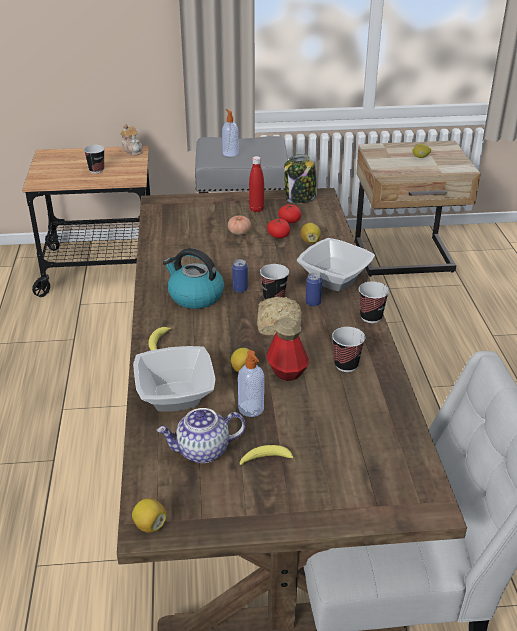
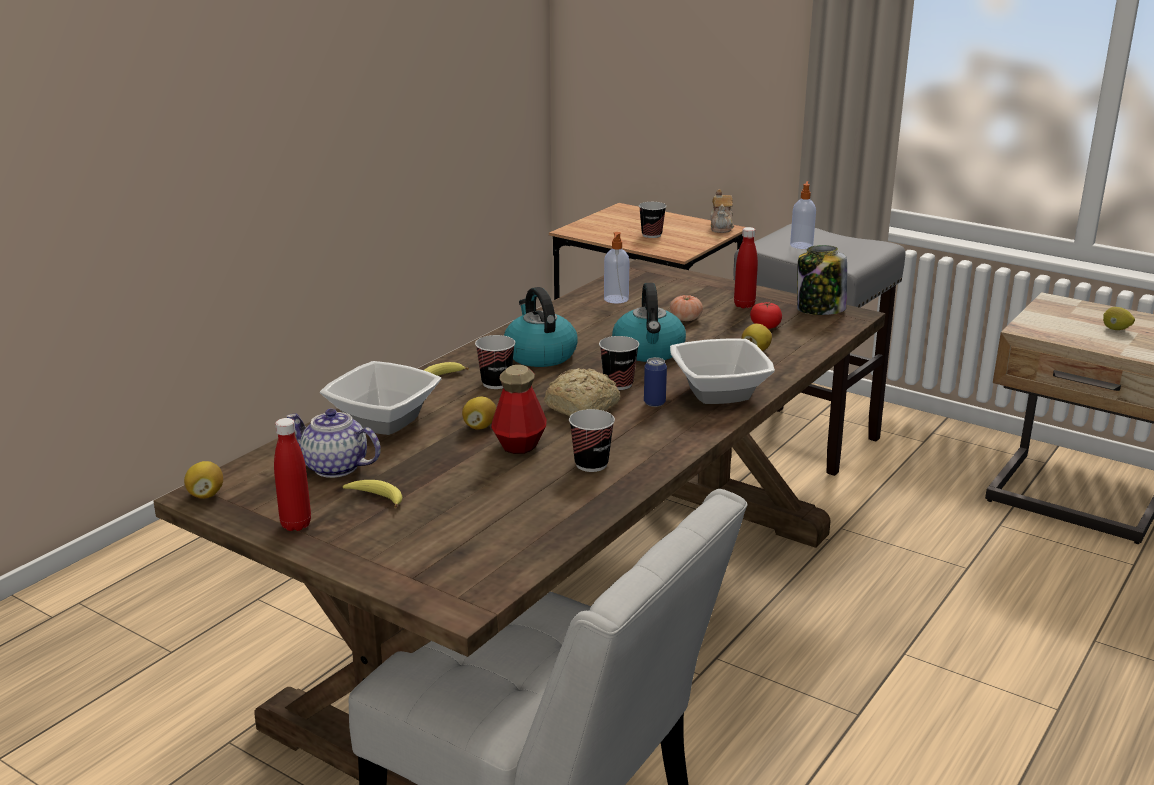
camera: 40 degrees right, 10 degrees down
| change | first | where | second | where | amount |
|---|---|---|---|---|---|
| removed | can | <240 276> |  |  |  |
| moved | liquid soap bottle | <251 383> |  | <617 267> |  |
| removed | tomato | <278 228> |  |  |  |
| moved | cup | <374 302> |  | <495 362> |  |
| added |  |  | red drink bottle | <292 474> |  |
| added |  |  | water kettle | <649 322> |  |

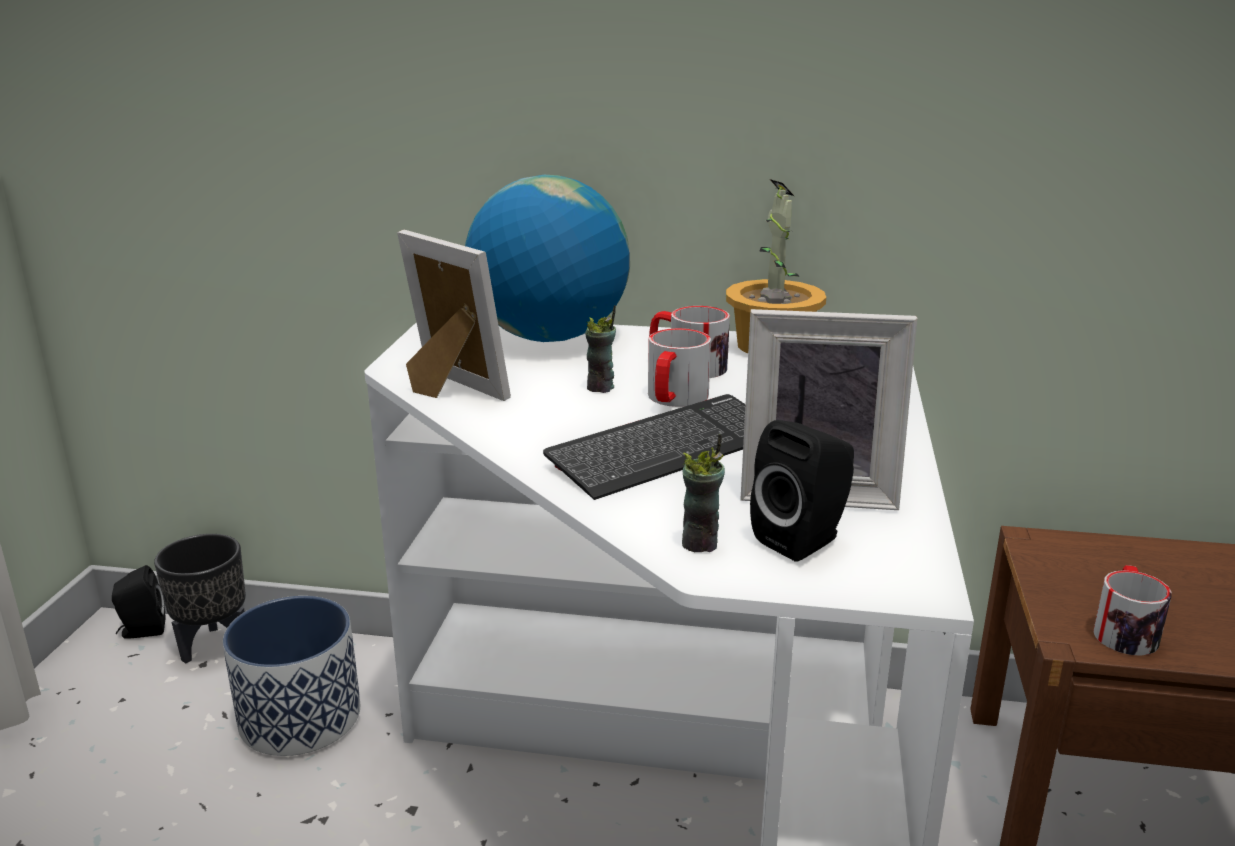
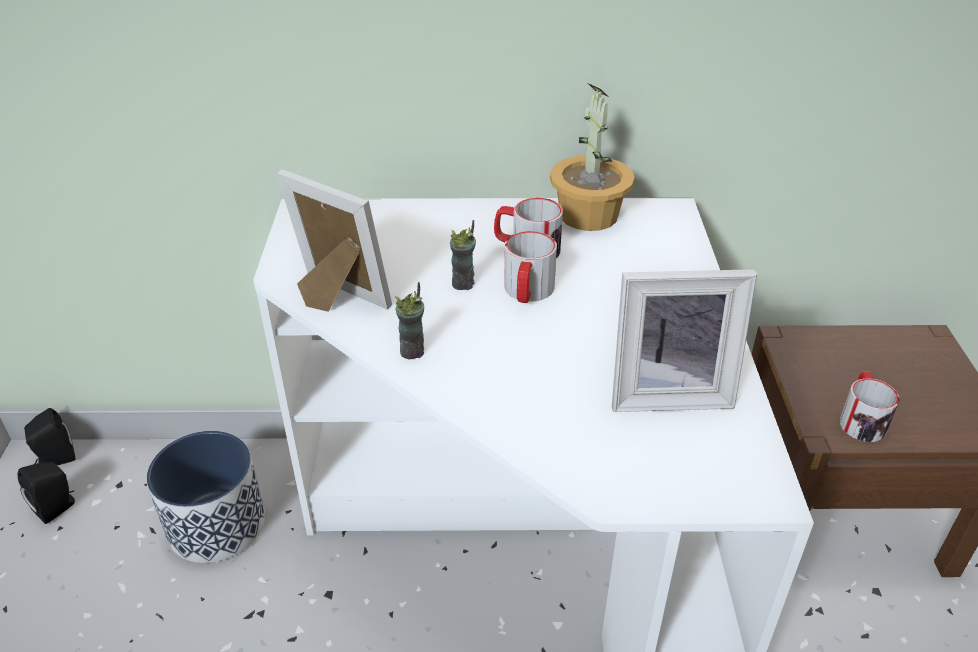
camera: 10 degrees left, 15 degrees up
| change | first | where | second | where | amount |
|---|---|---|---|---|---|
| removed | blackish flower pot | <200 598> |  |  |  |
| removed | desk globe | <547 258> |  |  |  |
| removed | computer keyboard | <644 447> |  |  |  |
| moved | cup | <703 493> |  | <409 320> |  |
| moved | blackish speaker | <802 491> |  | <46 493> |  |

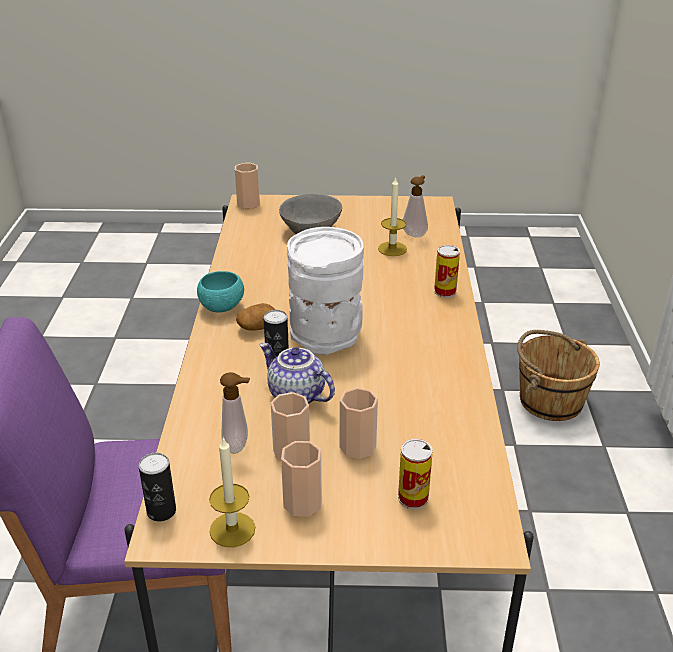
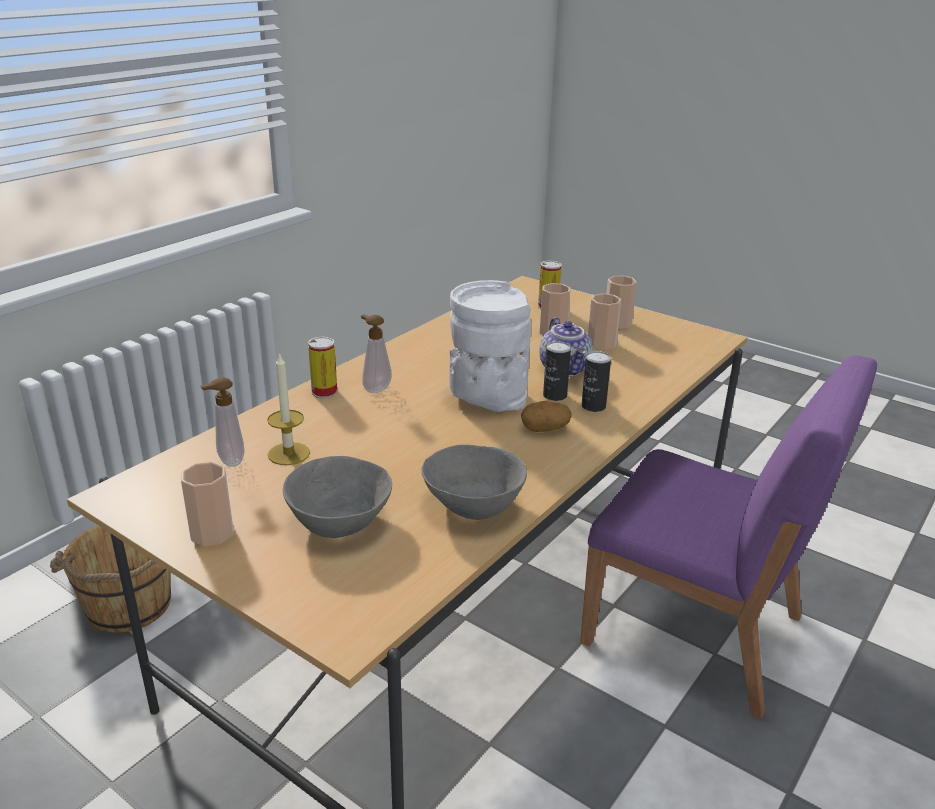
camera: 145 degrees left, 5 degrees down
| change | first | where | second | where | amount |
|---|---|---|---|---|---|
| moved | can | <157 487> |  | <596 381> |  |
| removed | turquoise deep dish | <220 292> |  |  |  |
| removed | candle | <232 492> |  |  |  |
| moved | liquid soap bottle | <235 413> |  | <376 353> |  |
| moved | cup | <247 186> |  | <207 504> |  |
| added |  |  | gray deep dish | <474 482> |  |

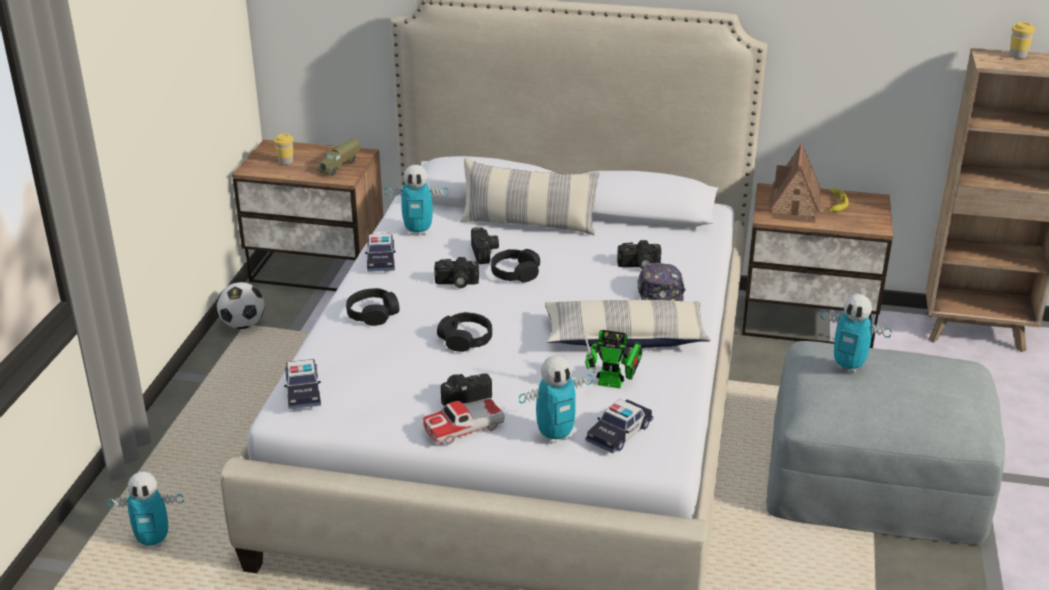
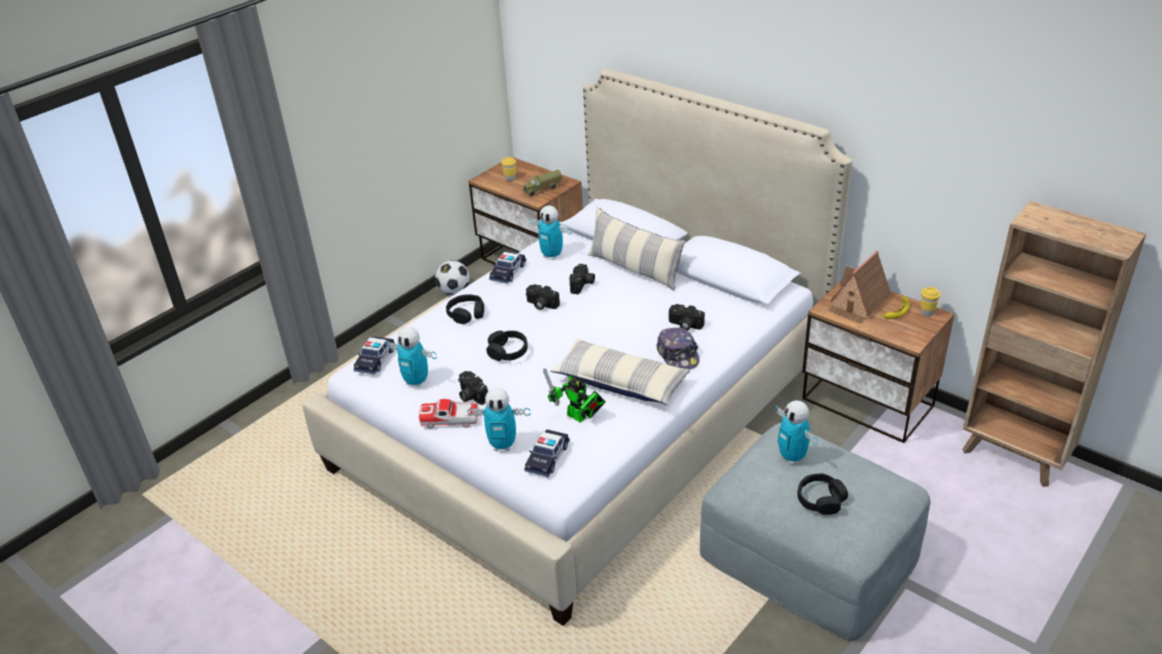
camera: 30 degrees right, 5 degrees up
| change | first | where | second | where | amount |
|---|---|---|---|---|---|
| moved | robot figure | <145 509> |  | <411 357> |  |
| turned | photo camera | <466 390> |  | <473 388> | 135 degrees counterclockwise |
| moved | blackish headset | <515 265> |  | <823 494> |  |
| turned | miniature car | <619 426> |  | <547 453> | 45 degrees counterclockwise |
| turned | baseball cap | <662 282> |  | <677 349> | 45 degrees counterclockwise |
| moved | yellow-coloured cup | <1022 40> |  | <930 302> |  |

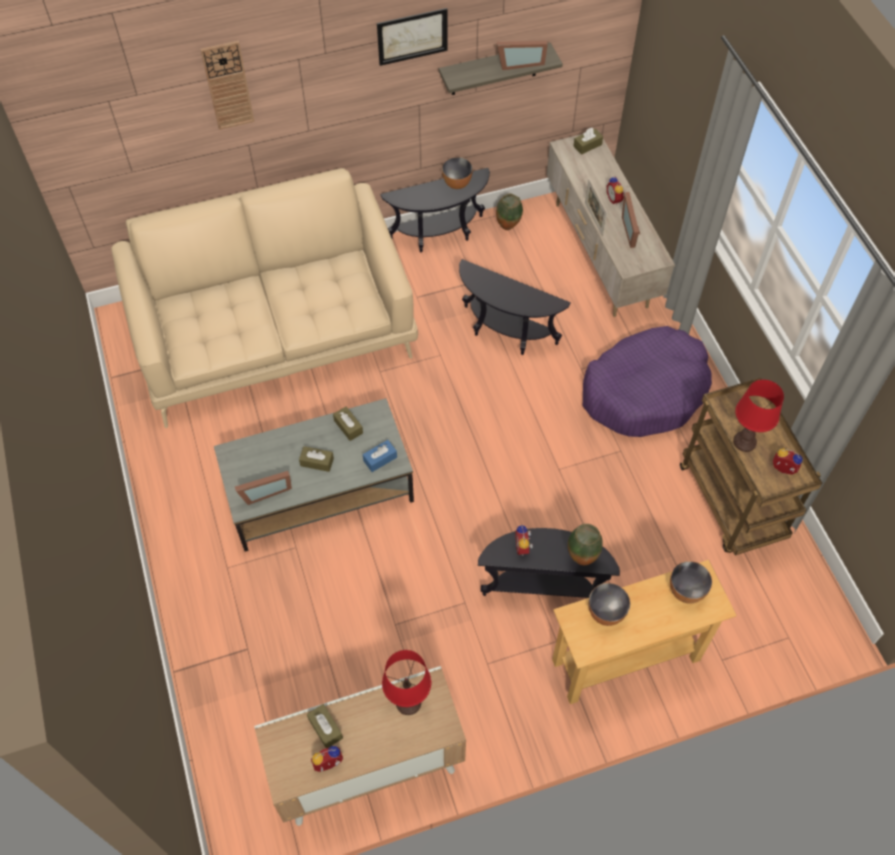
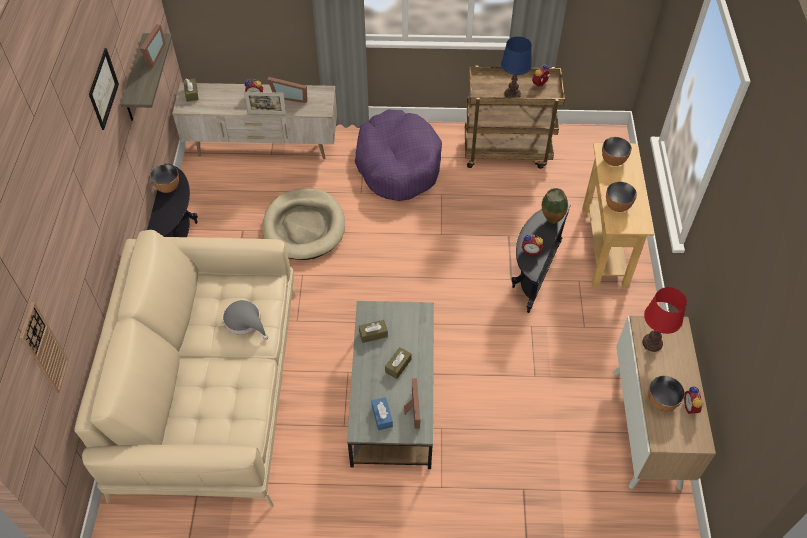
camera: 70 degrees left, 5 degrees down
| change | first | where | second | where | amount |
|---|---|---|---|---|---|
| moved | wall clock | <227 85> |  | <44 348> |  |
| replaced | brown box of tissues | <325 726> | deep dish | <666 394> |  |
| moved | blue-coloured box of tissues | <380 456> |  | <382 413> |  |
| replaced | blackish side table | <515 307> | beige-coloured pet bed | <303 224> |  |
| removed | decorative vase | <509 211> |  |  |  |
| recoloured | red lamp for a table | <758 415> | blue-coloured lamp for a table | <516 67> |  |
| added |  |  | gray clothing hat | <245 320> |  |

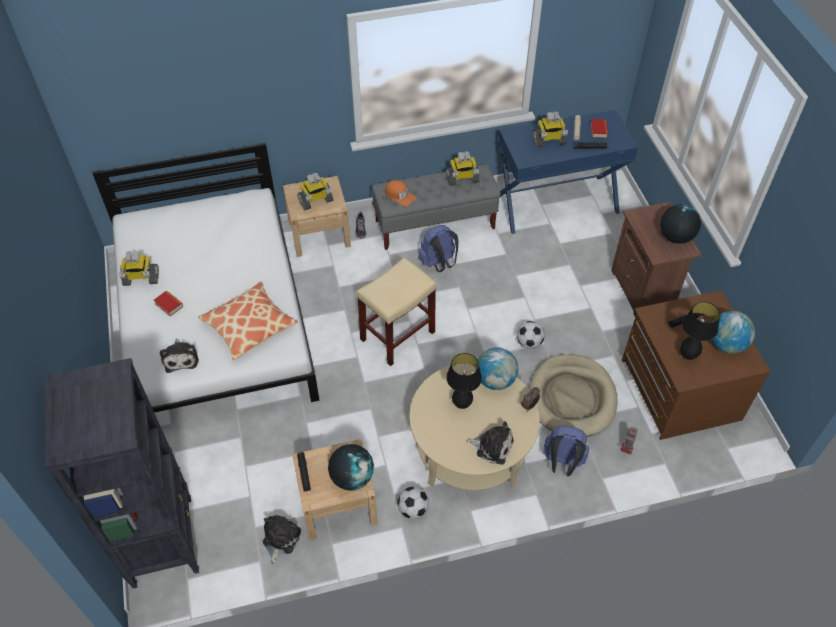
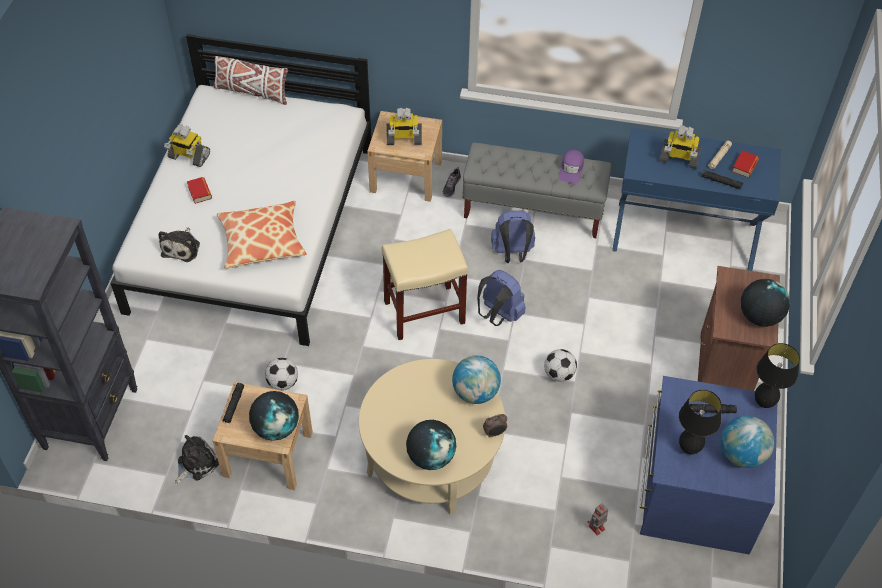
camera: 25 degrees right, 0 degrees up
| change | first | where | second | where | amount |
|---|---|---|---|---|---|
| removed | orangey baseball cap | <400 193> |  |  |  |
| moved | football | <413 503> |  | <281 374> |  |
| replaced | robot figure | <462 168> | purplish baseball cap | <571 166> |  |
| moved | blackish lamp for a table | <464 381> |  | <777 375> |  |
| replaced | cuddly toy | <490 443> | desk globe | <431 445> |  |
| removed | beige-coloured pet bed | <573 395> |  |  |  |
| moved | blue-coloured knapsack | <566 451> |  | <501 298> |  |
| recoloured | brown chest of drawers | <696 365> | blue-coloured chest of drawers | <708 465> |  |
| added |  |  | white-coloured pillow | <251 80> |  |

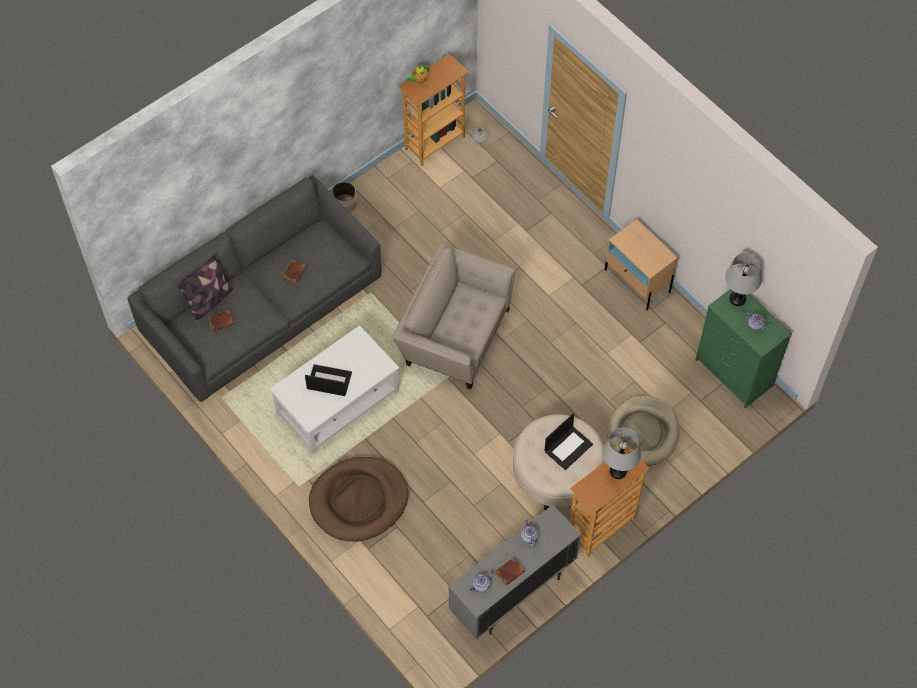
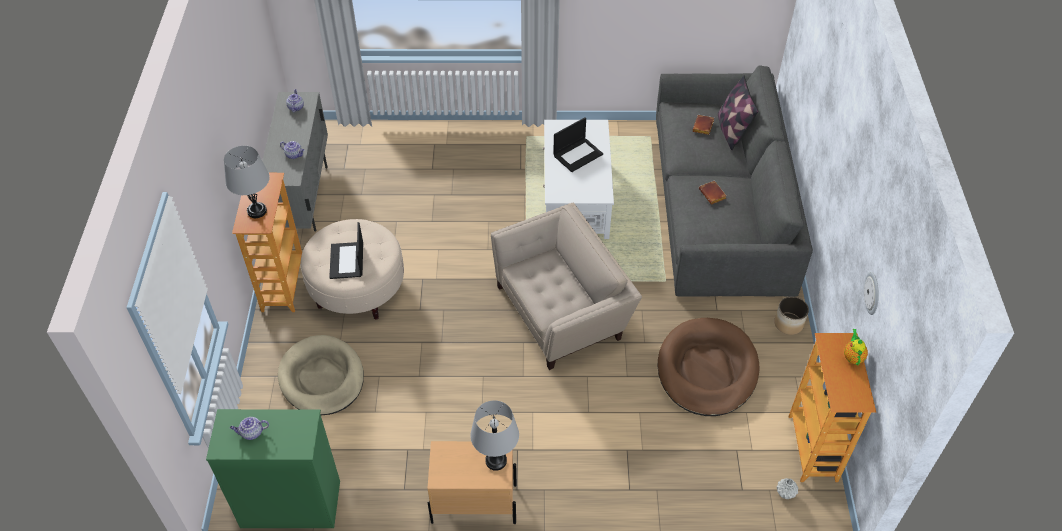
camera: 130 degrees right, 10 degrees down
| change | first | where | second | where | amount |
|---|---|---|---|---|---|
| moved | brown pet bed | <358 499> |  | <709 367> |  |
| removed | brown book | <510 571> |  |  |  |
| moved | gray lamp for a table | <743 279> |  | <494 435> |  |
| added |  |  | wall clock | <871 293> |  |

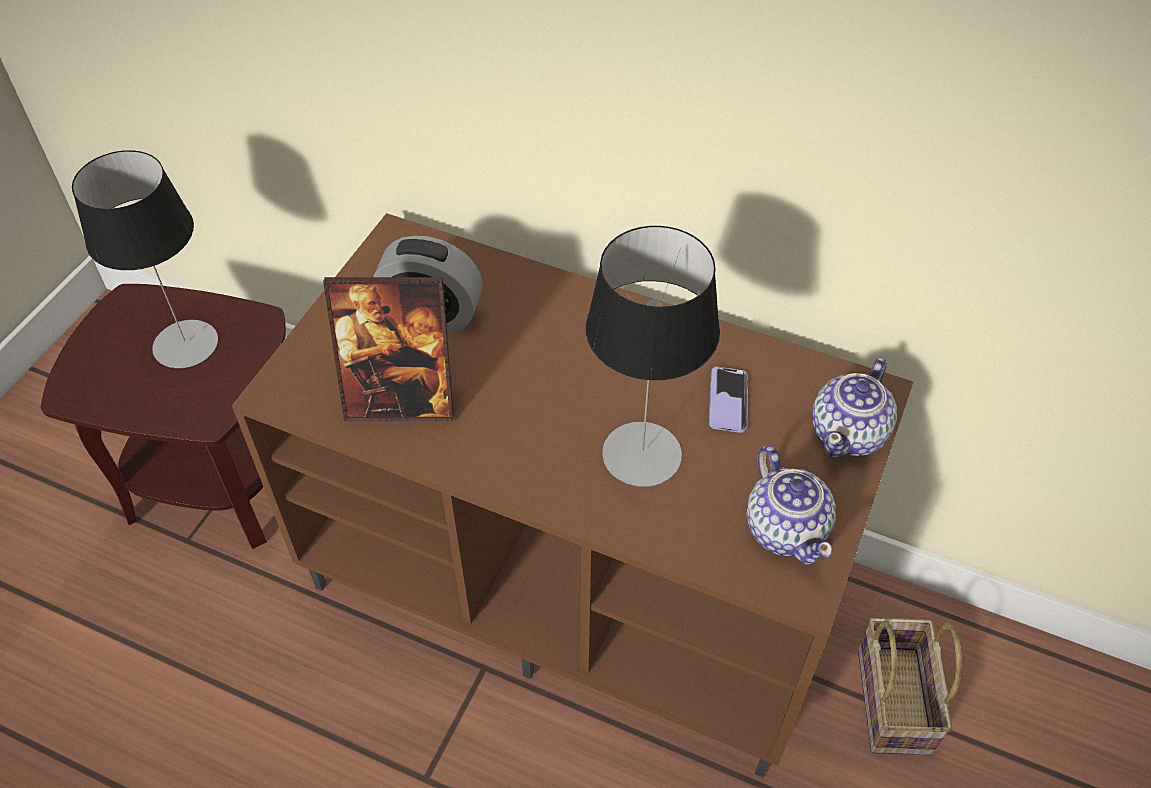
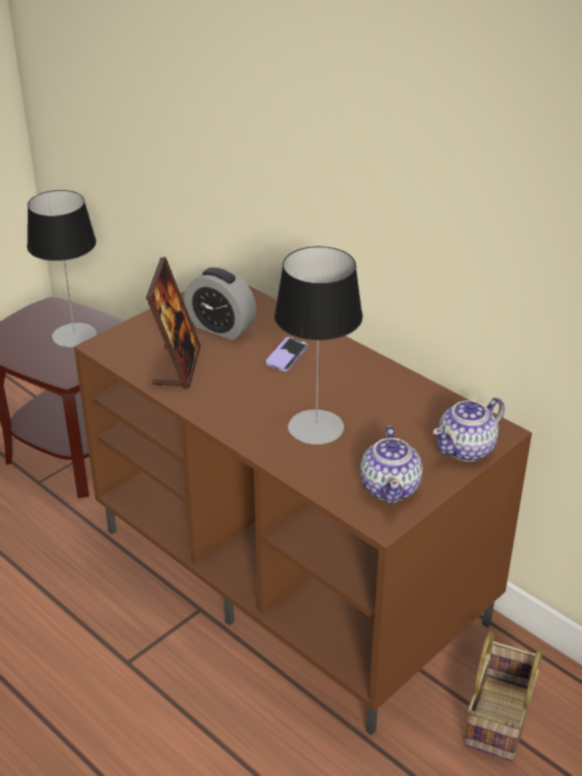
camera: 20 degrees right, 15 degrees down
| change | first | where | second | where | amount |
|---|---|---|---|---|---|
| turned | photo frame | <388 349> |  | <173 323> | 105 degrees counterclockwise |
| moved | handset | <728 400> |  | <287 354> |  |

